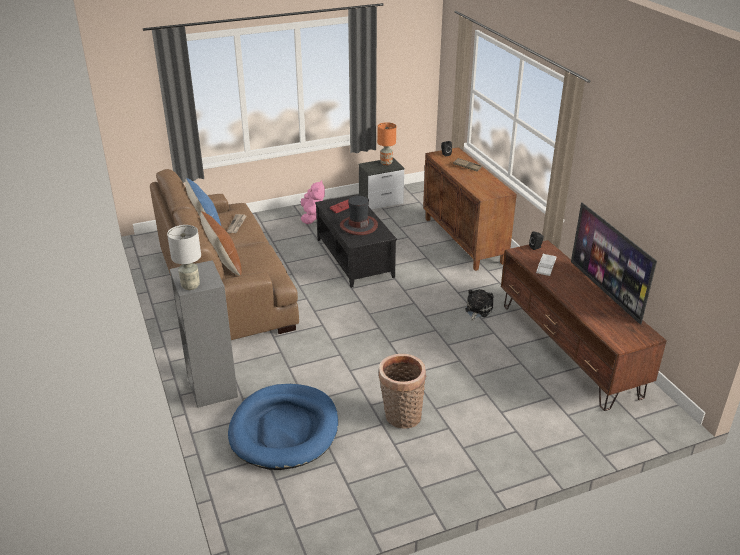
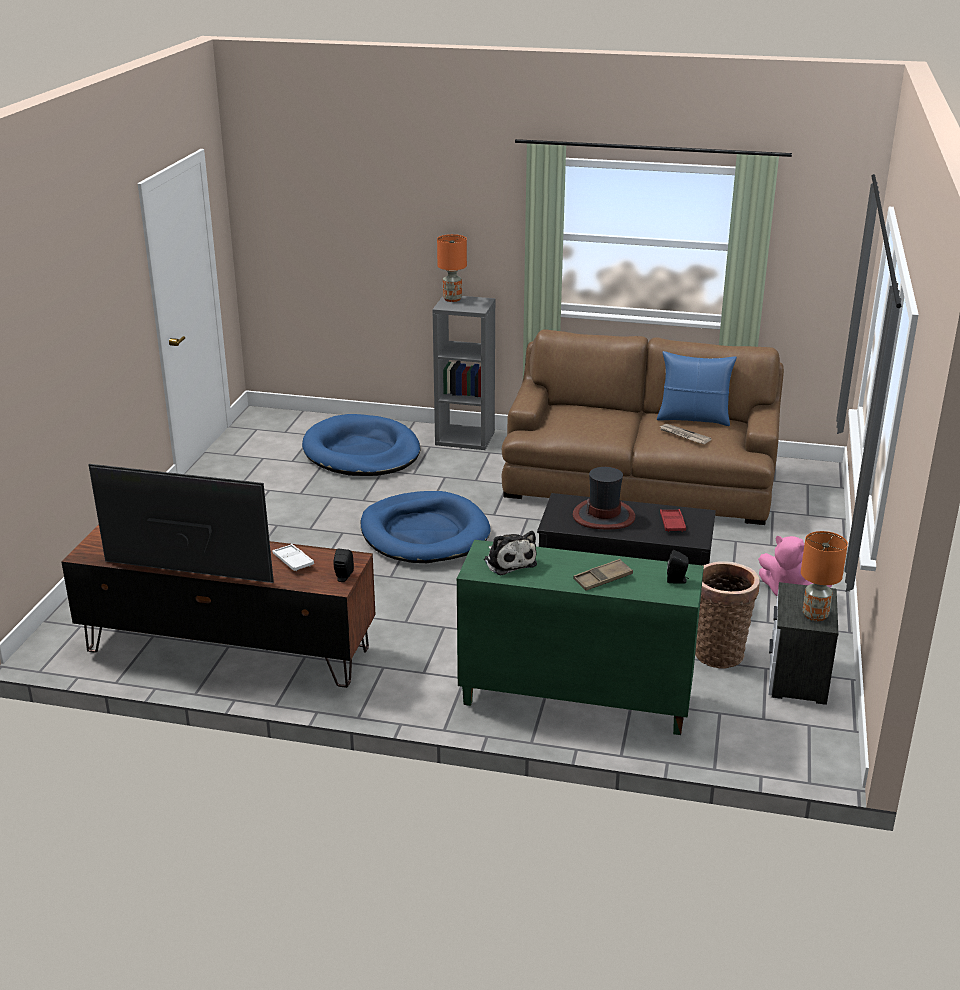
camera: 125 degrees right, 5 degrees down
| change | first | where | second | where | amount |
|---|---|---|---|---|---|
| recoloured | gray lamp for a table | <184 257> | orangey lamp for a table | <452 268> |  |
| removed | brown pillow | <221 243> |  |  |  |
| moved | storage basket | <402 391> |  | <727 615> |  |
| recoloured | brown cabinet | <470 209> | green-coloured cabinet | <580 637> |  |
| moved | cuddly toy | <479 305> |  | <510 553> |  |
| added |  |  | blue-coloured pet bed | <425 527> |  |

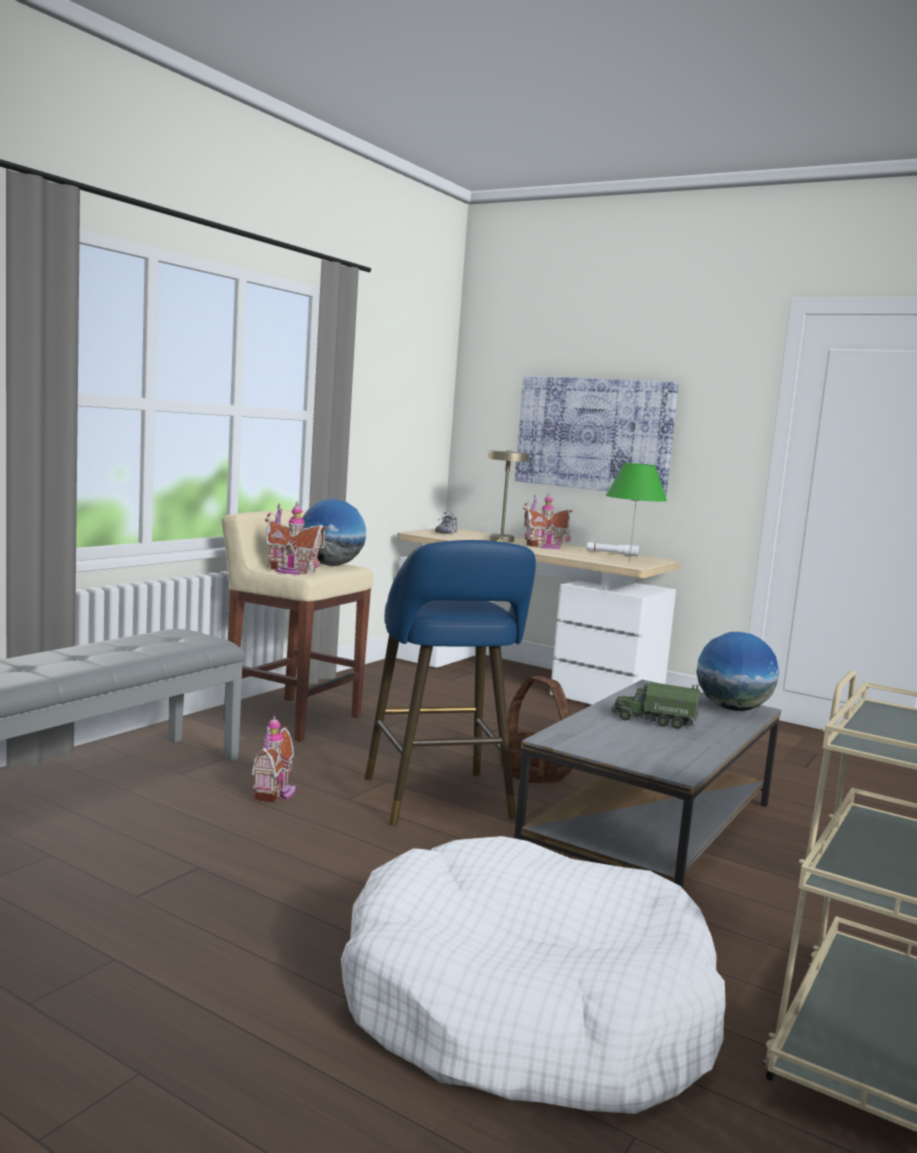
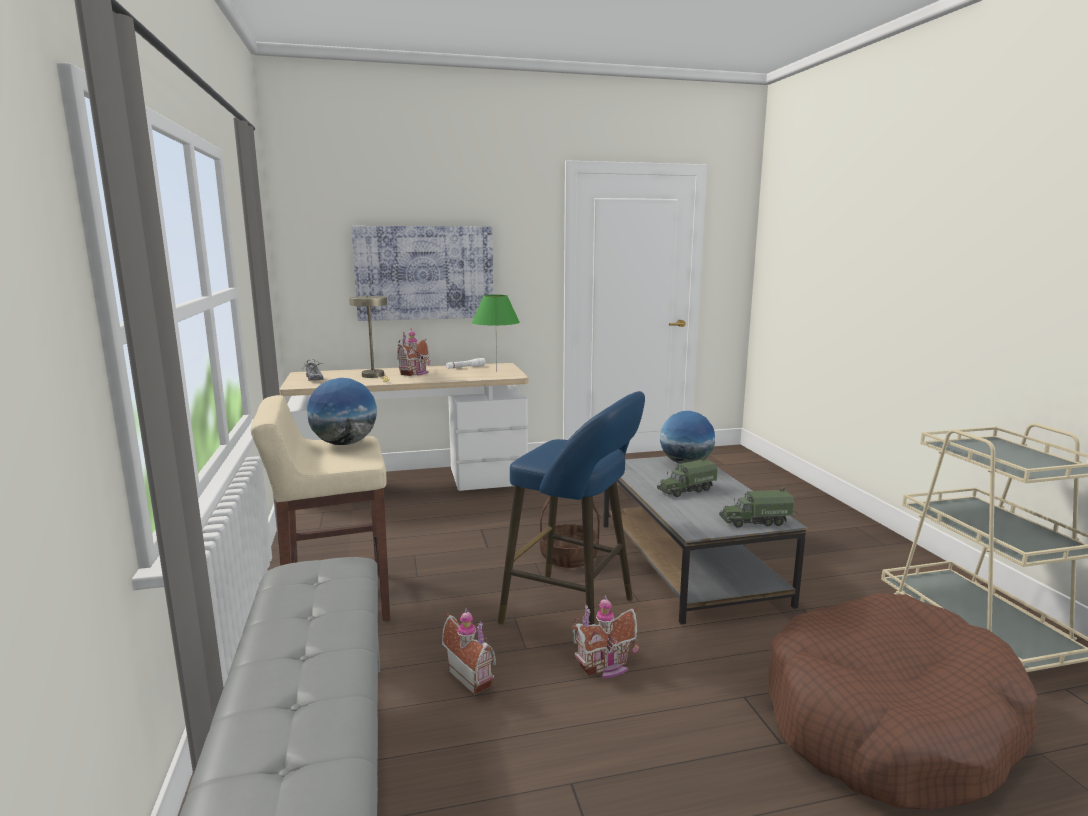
camera: 45 degrees left, 5 degrees up
| change | first | where | second | where | amount |
|---|---|---|---|---|---|
| moved | toy house | <296 538> |  | <605 637> |  |
| recoloured | white-coloured pet bed | <533 975> | brown pet bed | <903 701> |  |
| added |  |  | toy truck | <756 507> |  |

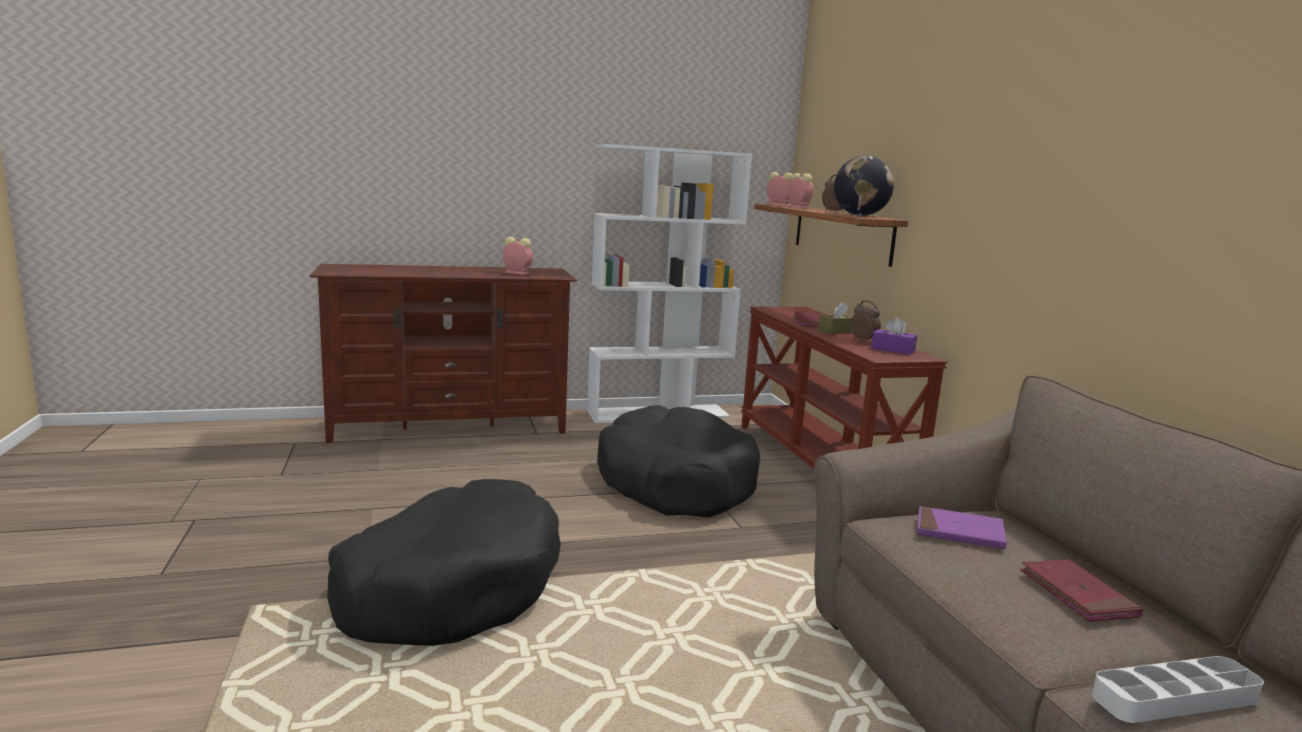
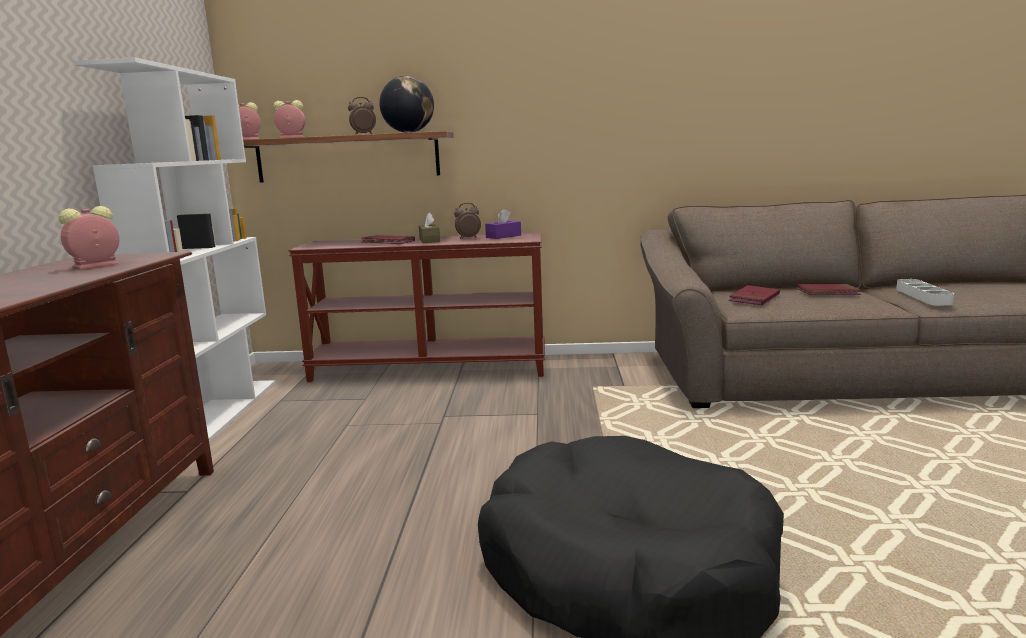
camera: 70 degrees left, 0 degrees up
| change | first | where | second | where | amount |
|---|---|---|---|---|---|
| removed | blackish pet bed | <678 461> |  |  |  |
| recoloured | purplish book | <962 527> | red book | <754 295> |  |

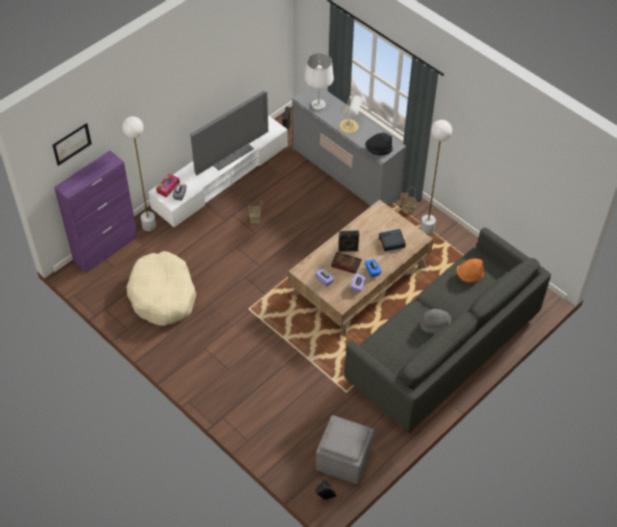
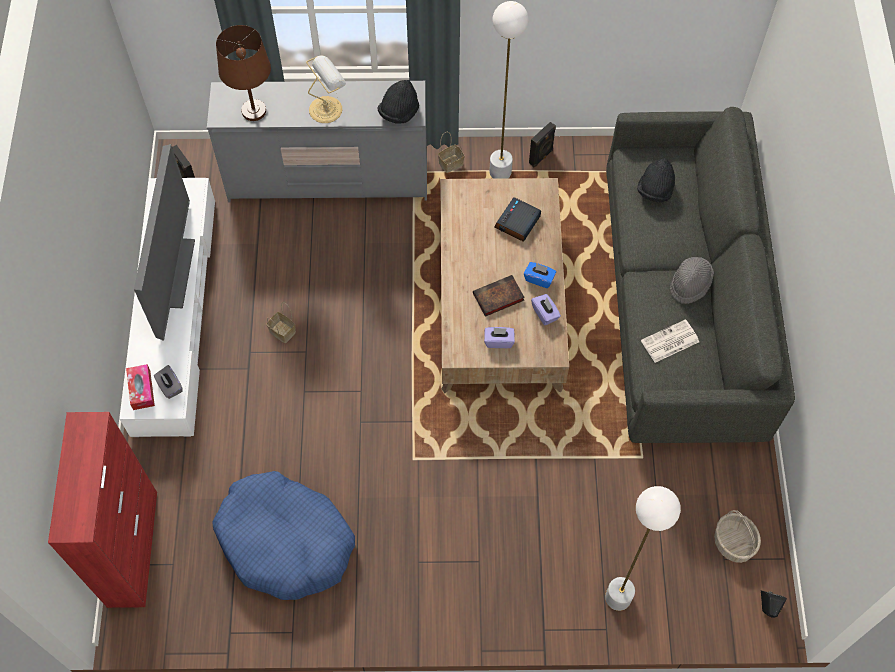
camera: 45 degrees left, 10 degrees up
| change | first | where | second | where | amount |
|---|---|---|---|---|---|
| removed | picture | <72 144> |  |  |  |
| recoloured | purplish cabinet | <96 212> | red cabinet | <102 510> |  |
| moved | white-coloured standard lamp | <139 173> |  | <643 548> |  |
| recoloured | beige-coloured pet bed | <161 288> | blue-coloured pet bed | <283 535> |  |
| recoloured | white-coloured lamp for a table | <319 82> | brown lamp for a table | <243 73> |  |
| replaced | gray footrest | <345 449> | storage basket | <737 536> |  |
| moved | blackish speaker | <349 241> |  | <542 144> |  |
| recoloured | orangey clothing hat | <470 270> | blackish clothing hat | <656 180> |  |
| added |  |  | printed paper | <670 341> |  |

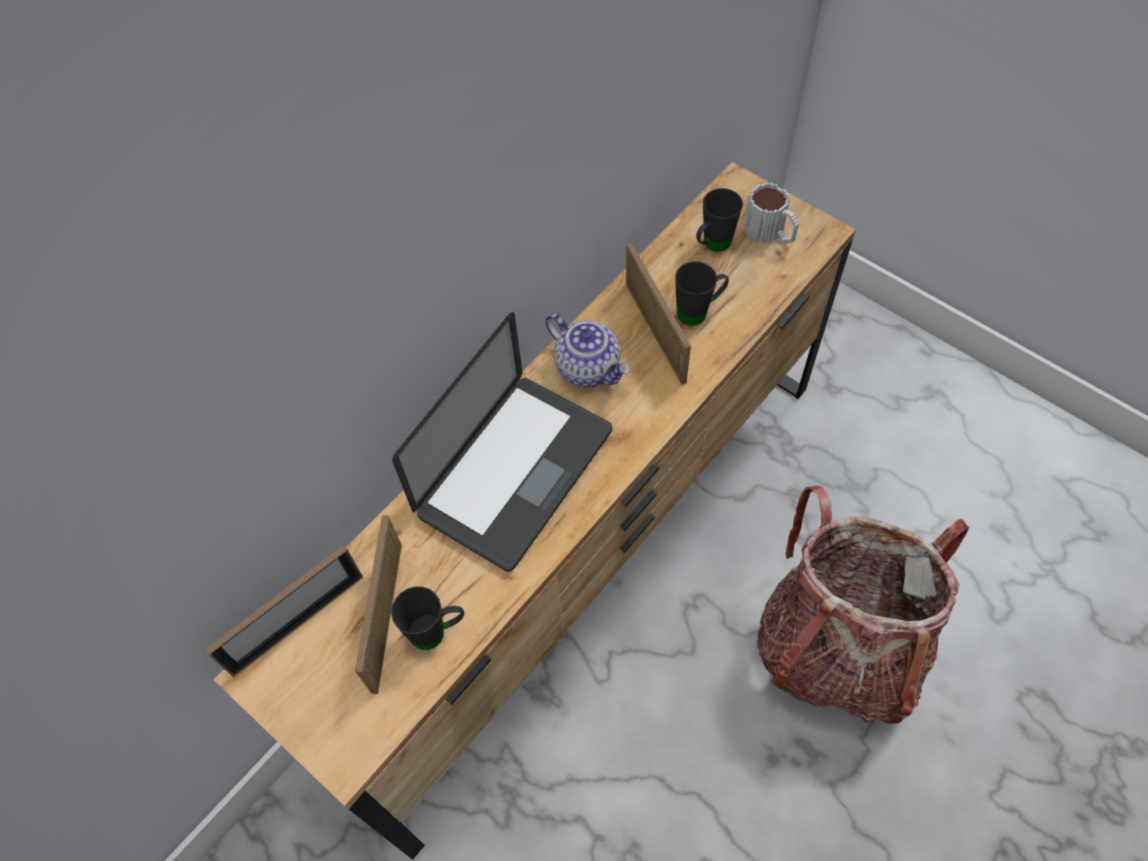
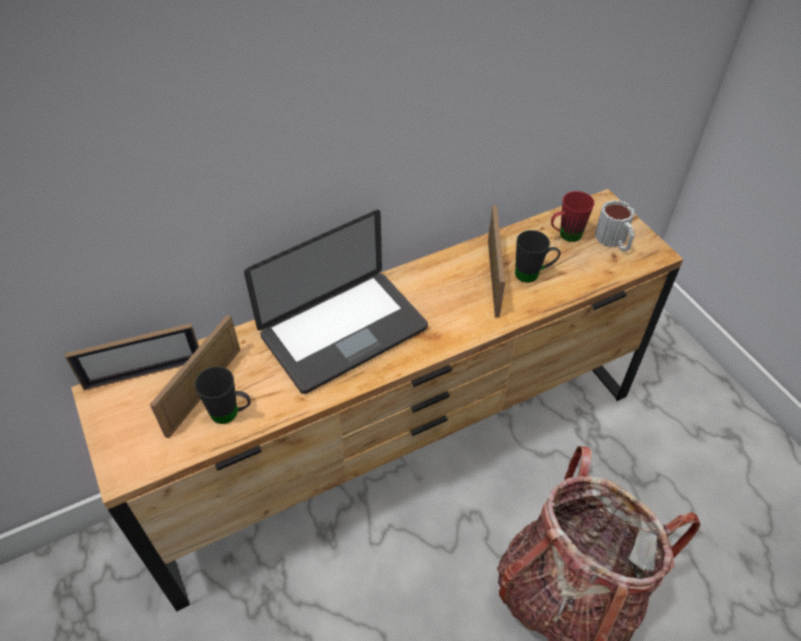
camera: 20 degrees right, 10 degrees down
| change | first | where | second | where | amount |
|---|---|---|---|---|---|
| removed | pot for tea | <587 350> |  |  |  |
| recoloured | blackish coffee mug | <719 220> | red coffee mug | <573 216> |  |

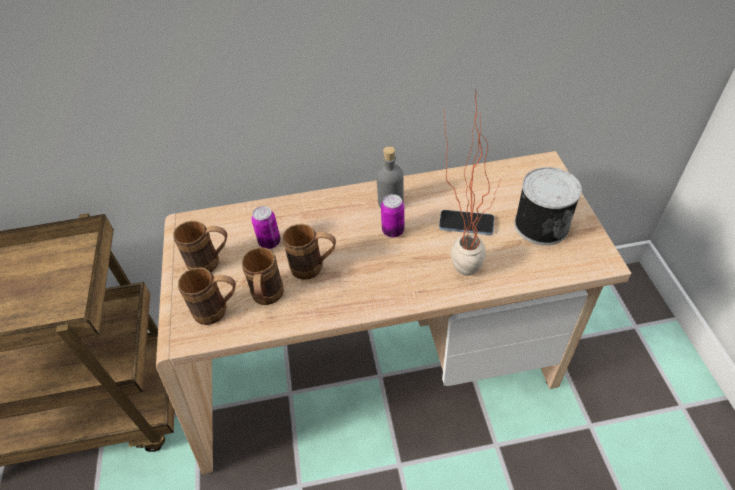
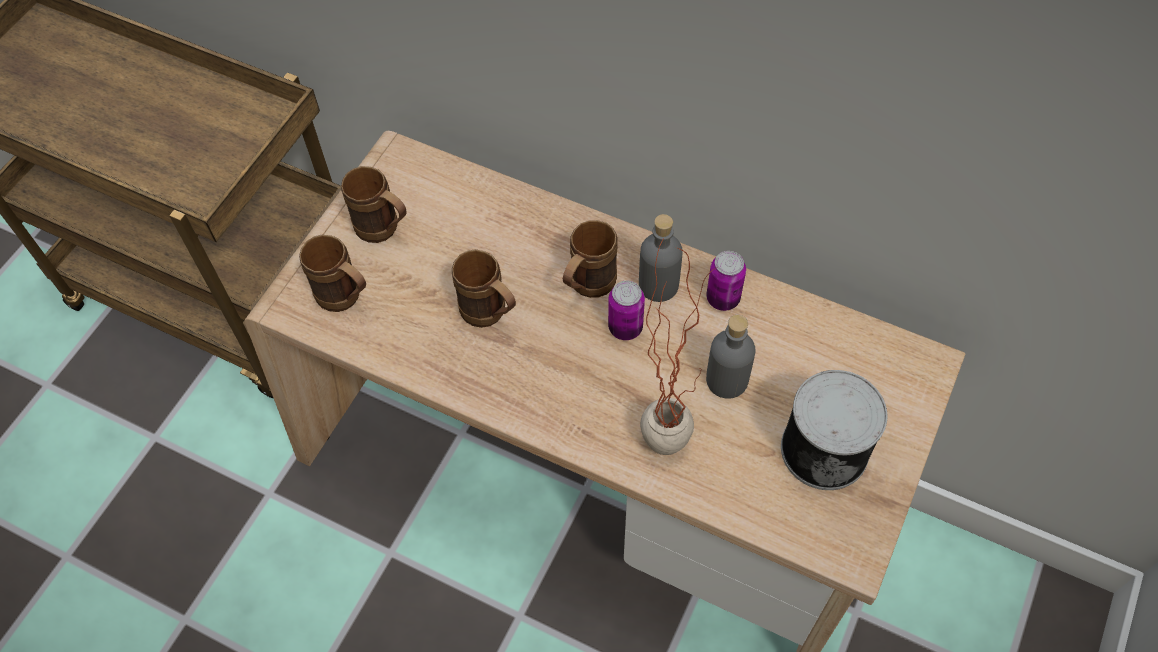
camera: 35 degrees right, 10 degrees up
| change | first | where | second | where | amount |
|---|---|---|---|---|---|
| moved | brown coffee mug | <263 276> |  | <590 259> |  |
| moved | can | <265 227> |  | <726 281> |  |
| replaced | handset | <466 222> | gray drink bottle | <731 357> |  |

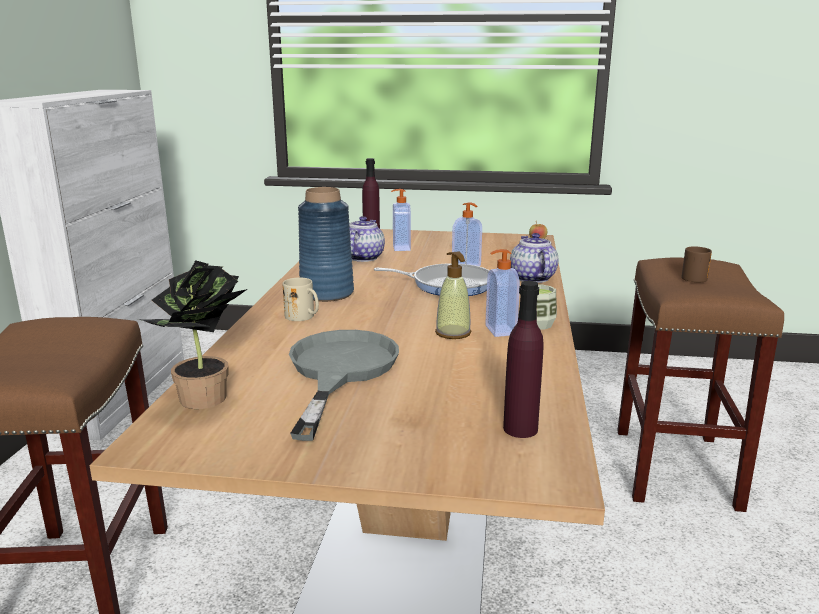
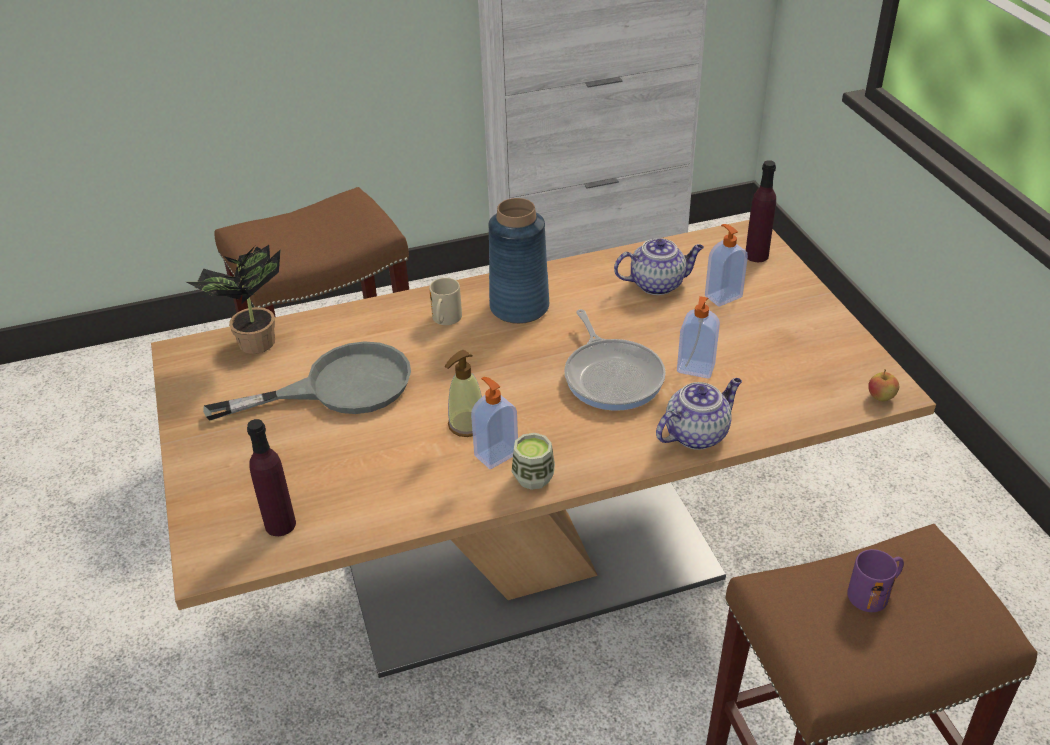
camera: 65 degrees right, 20 degrees up
| change | first | where | second | where | amount |
|---|---|---|---|---|---|
| recoloured | brown coffee mug | <696 264> | purplish coffee mug | <875 580> |  |

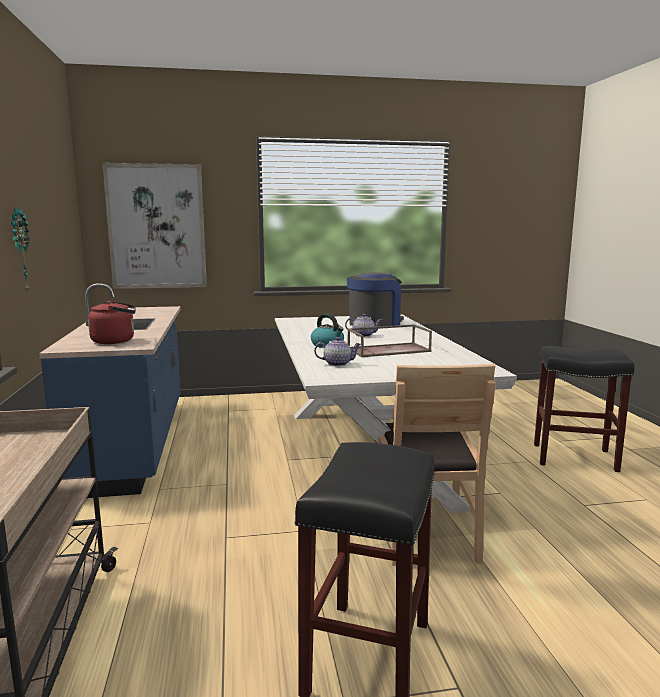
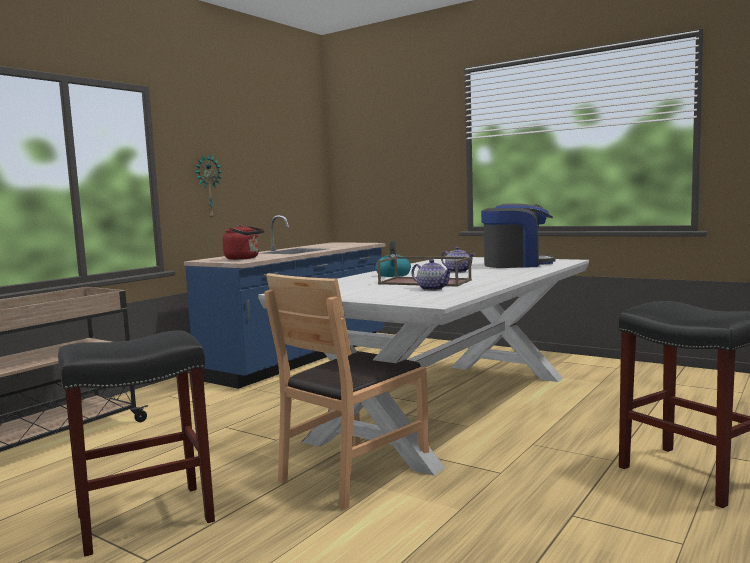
camera: 45 degrees right, 5 degrees down
| change | first | where | second | where | amount |
|---|---|---|---|---|---|
| removed | picture | <155 226> |  |  |  |
| moved | pot for tea | <337 351> |  | <432 275> |  |

